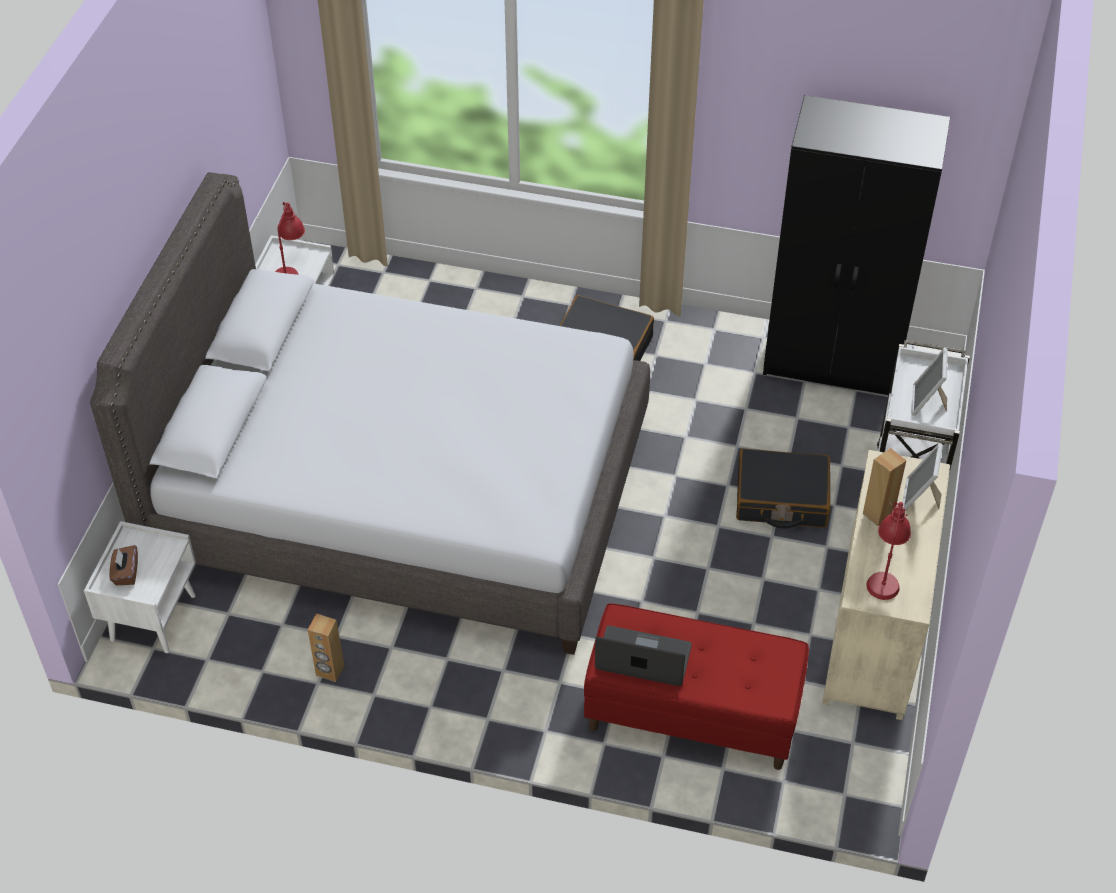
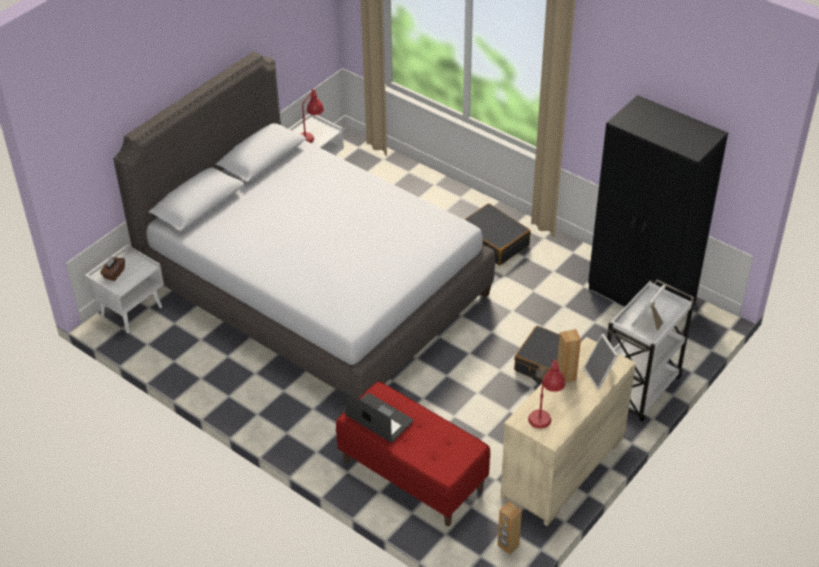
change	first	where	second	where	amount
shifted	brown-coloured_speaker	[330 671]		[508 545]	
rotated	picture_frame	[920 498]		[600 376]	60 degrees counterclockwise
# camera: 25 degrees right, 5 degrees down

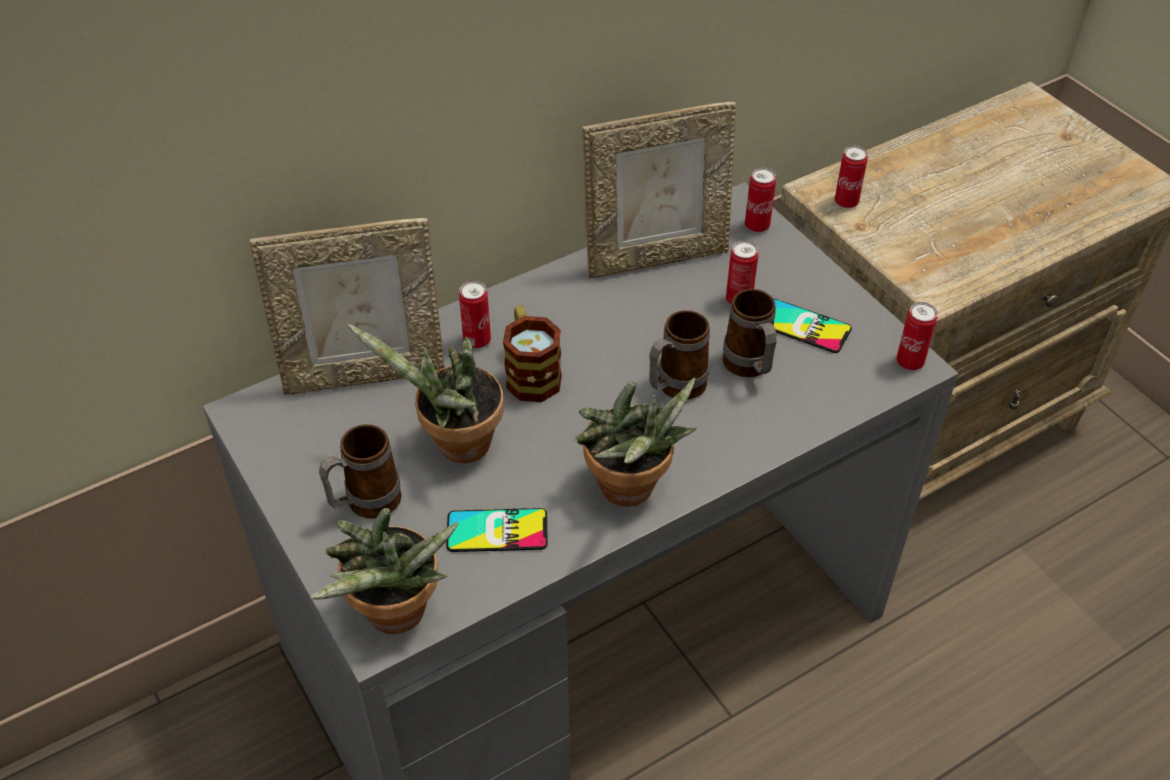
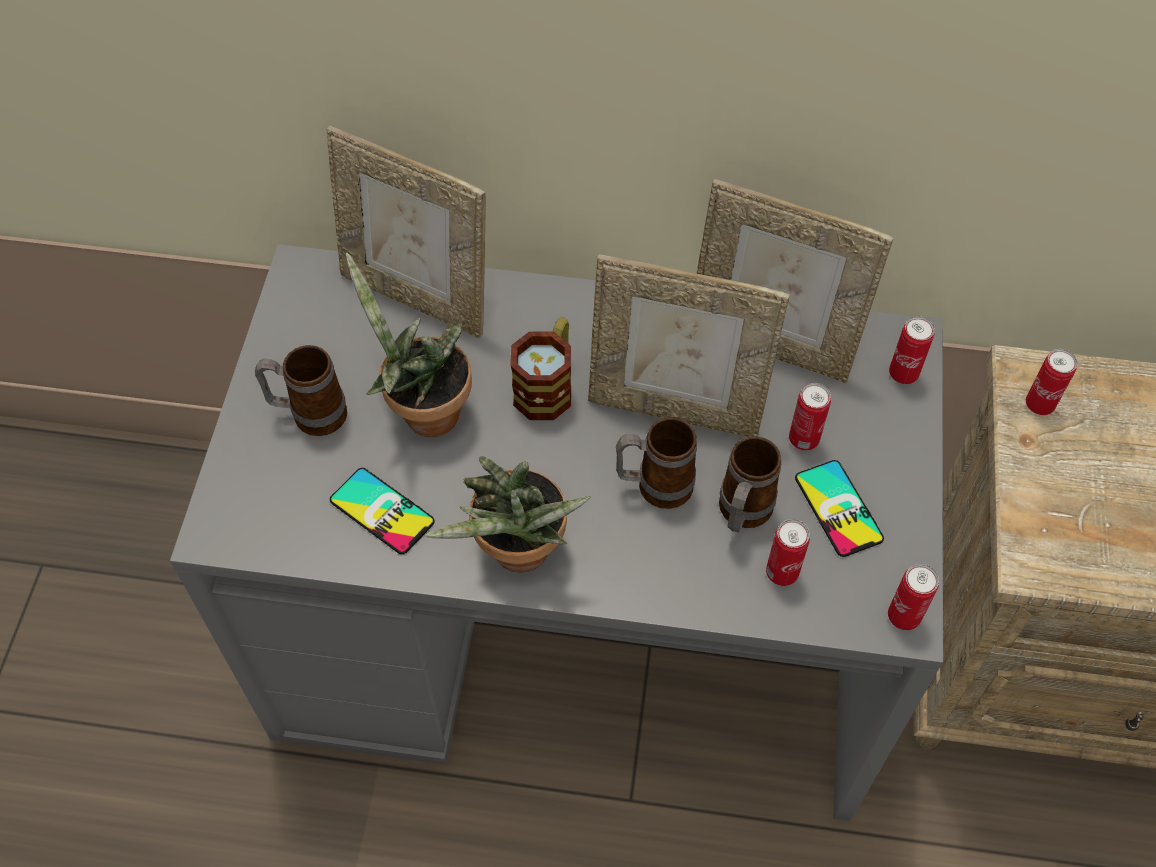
change	first	where	second	where	amount
gone	houseplant	[396 618]			
shifted	metal_can	[477 340]		[782 573]	
new			picture_frame	[675 408]	
# camera: 40 degrees right, 10 degrees up

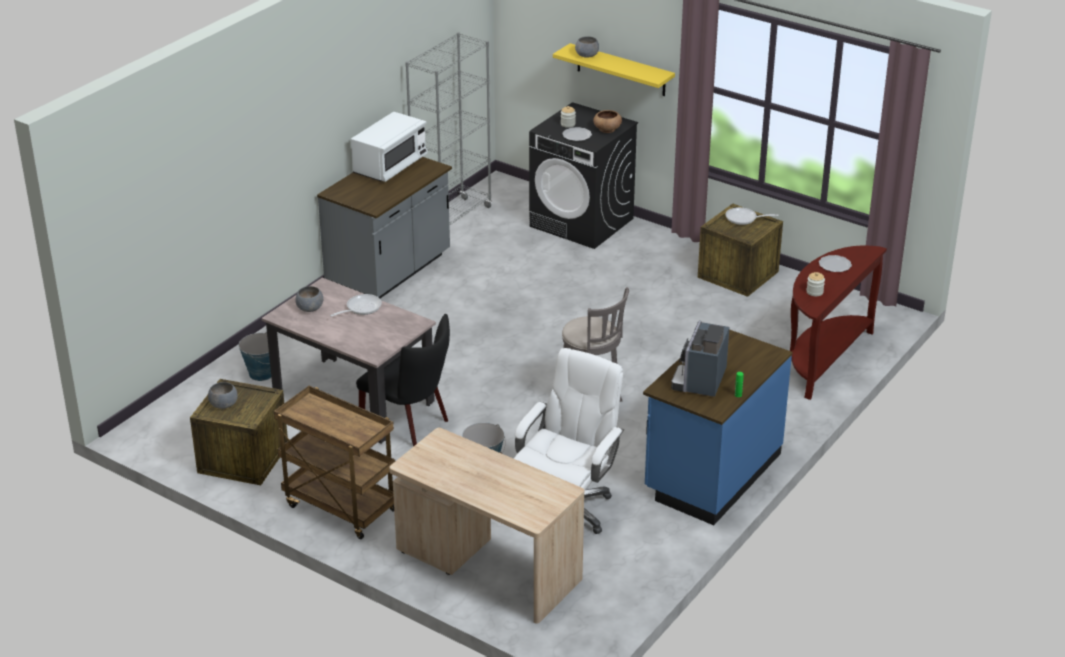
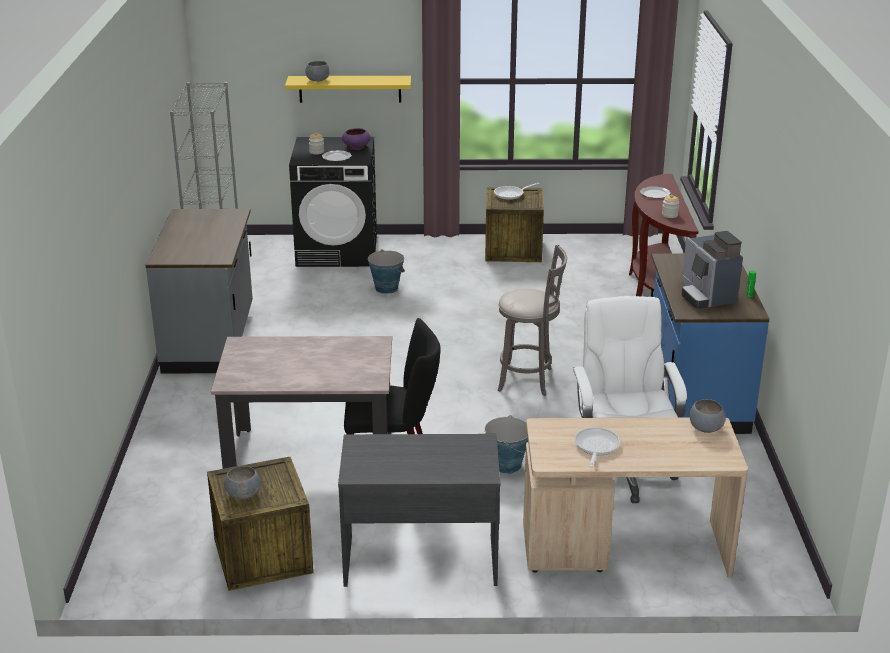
change	first	where	second	where	amount
shifted	pail	[261 373]		[386 288]	
swapped	brown-coloured_trolley	[338 507]	gray_desk_table	[420 559]	
shifted	gray_deep_dish	[309 308]		[705 428]	
shifted	skillet	[361 308]		[596 447]	
gone	white_microwave	[390 166]			
repainted	brown-coloured_deep_dish	[607 129]	purple-coloured_deep_dish	[356 147]	
# camera: 35 degrees left, 5 degrees down

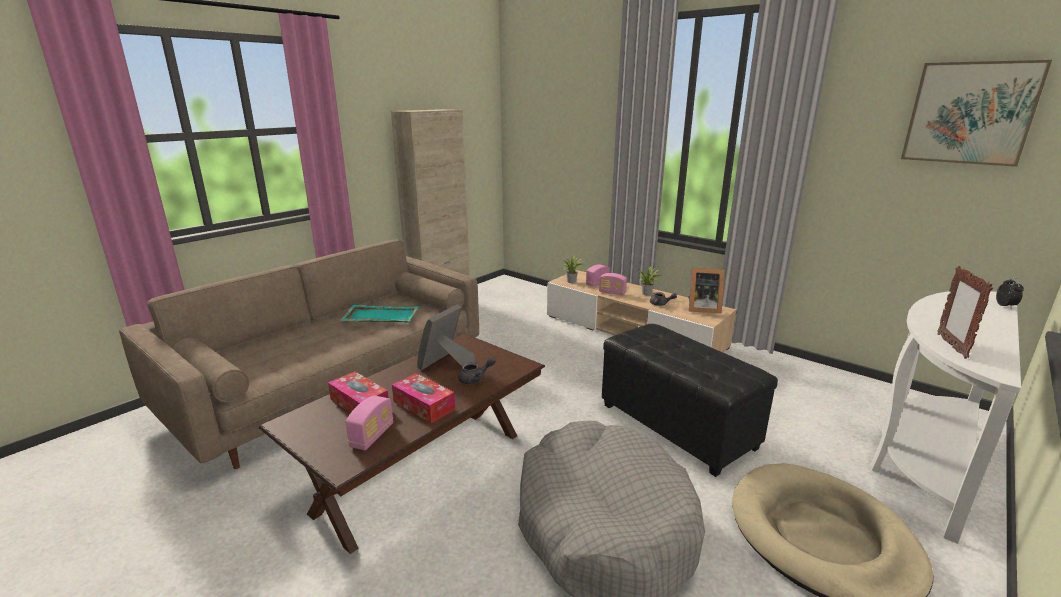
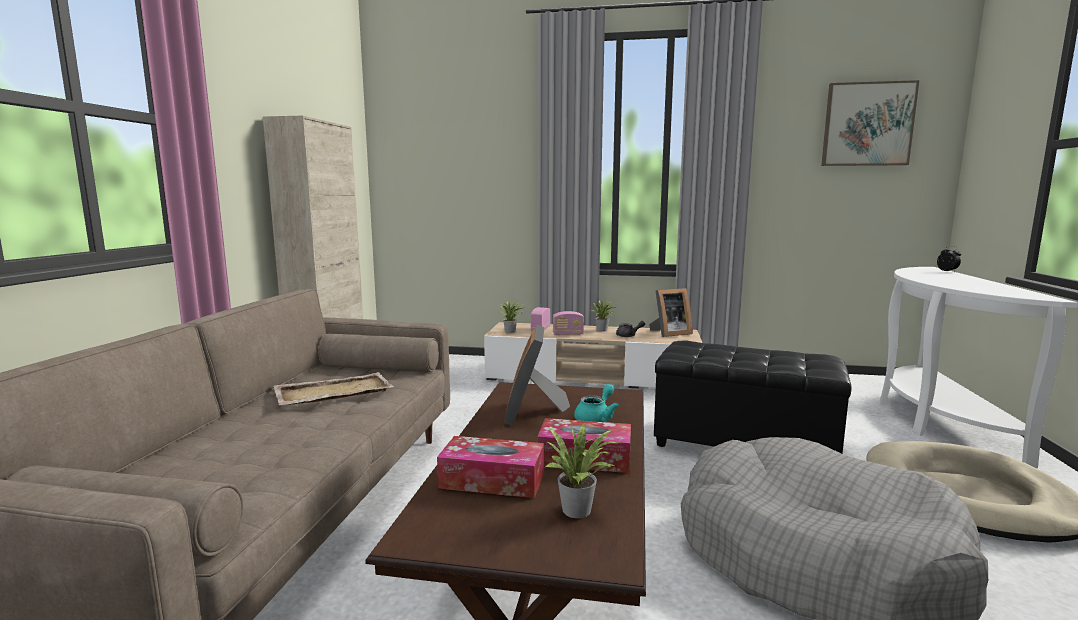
change	first	where	second	where	amount
repainted	turquoise_serving_tray	[380 316]	beige-coloured_serving_tray	[332 392]	
swapped	radio	[372 436]	houseplant	[580 510]	
repainted	gray_tea_pot	[475 379]	turquoise_tea_pot	[596 418]	
gone	picture_frame	[951 346]			
# camera: 30 degrees left, 10 degrees down

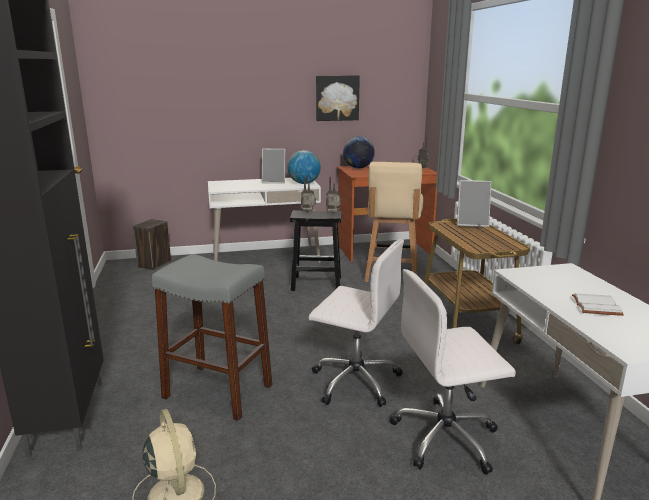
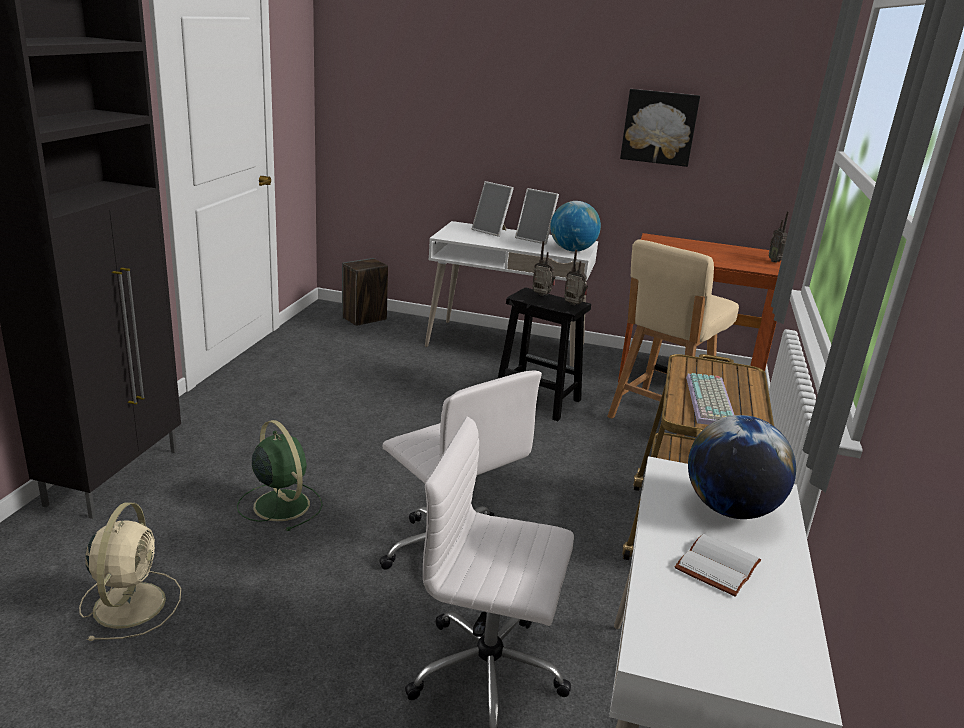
change	first	where	second	where	amount
swapped	gray_stool	[217 391]	greenish_cooling_fan	[280 504]	
shifted	world_globe	[358 168]		[730 509]	
shifted	picture_frame	[472 223]		[492 231]	
new			computer_keyboard	[712 402]	
# camera: 25 degrees right, 5 degrees up

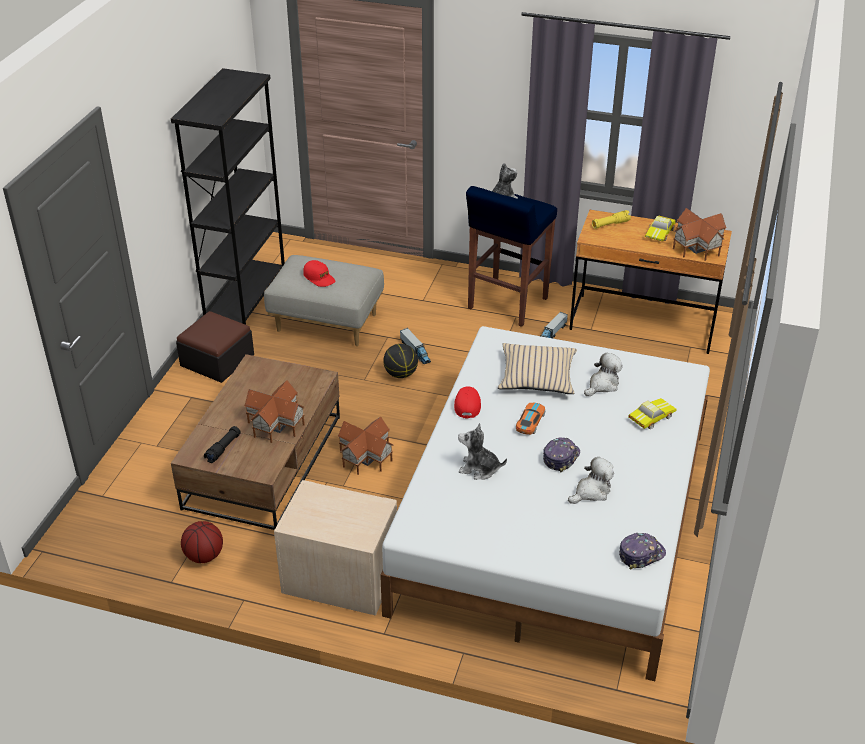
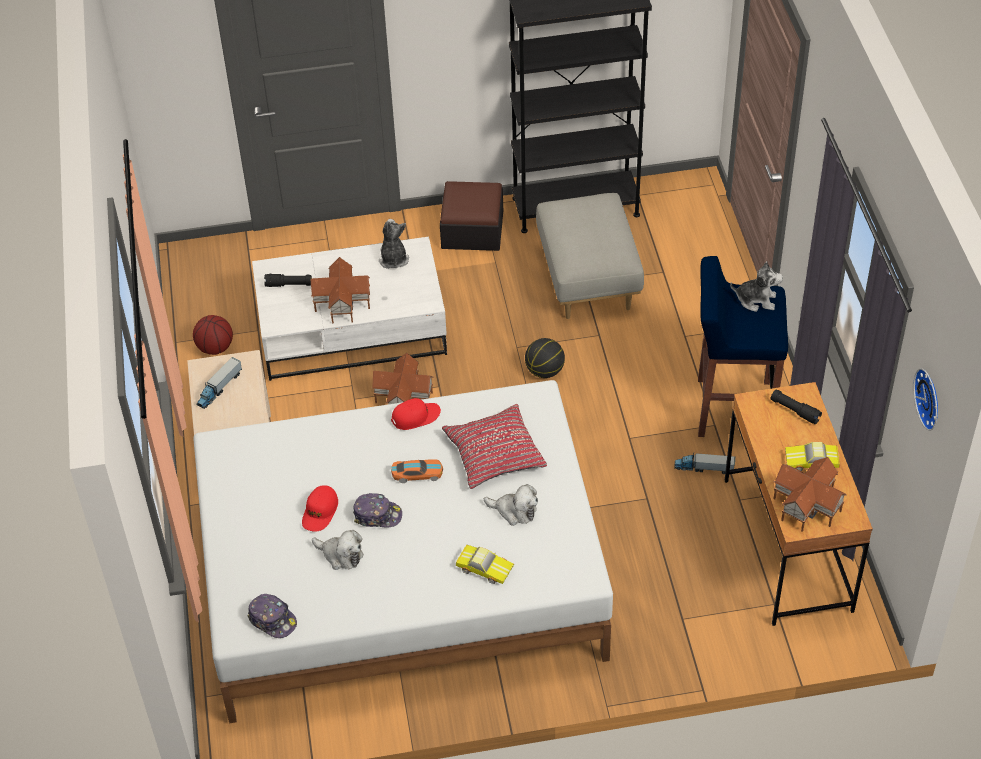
change	first	where	second	where	amount
repainted	brown-coloured_low_table	[263 463]	white_low_table	[351 330]	
shifted	reddish_baseball_cap	[319 278]		[320 512]	
shifted	toy_lorry	[415 351]		[219 388]	
shifted	cuddly_toy	[479 469]		[393 259]	
repainted	beige-coloured_pillow	[537 376]	reddish_pillow	[494 454]	
repainted	yellowish_hand_torch	[610 224]	black_hand_torch	[795 411]	
new			wall_clock	[930 398]	
# camera: 65 degrees right, 10 degrees up

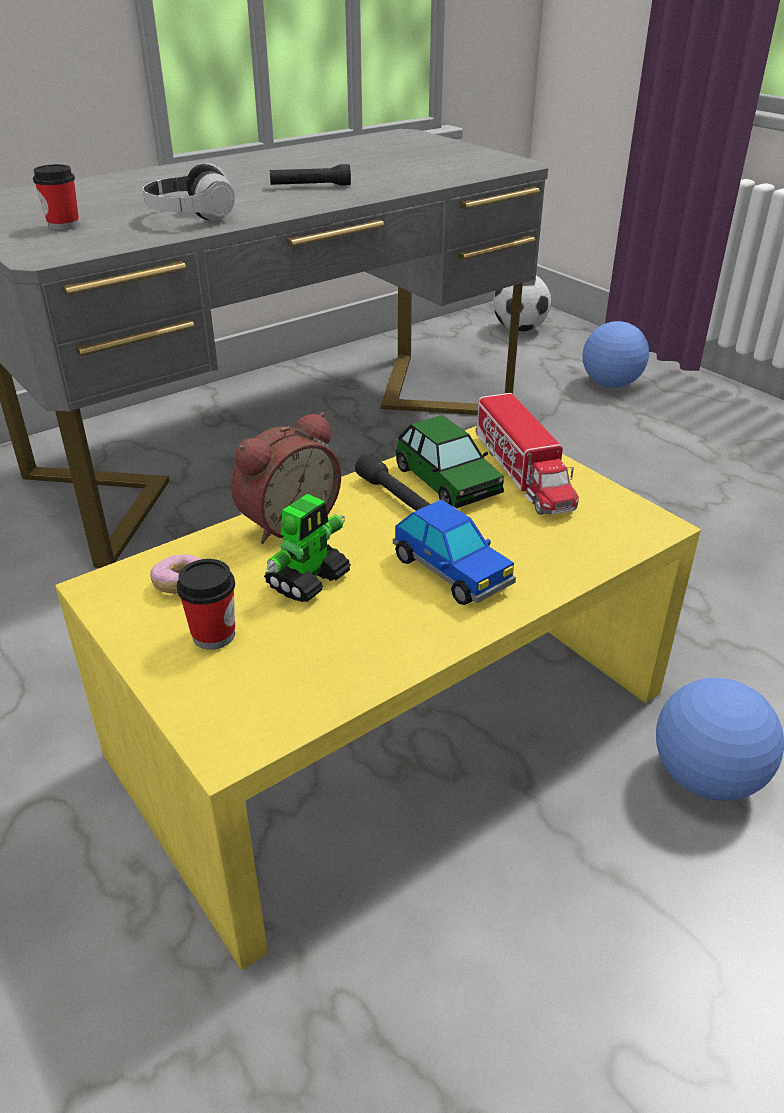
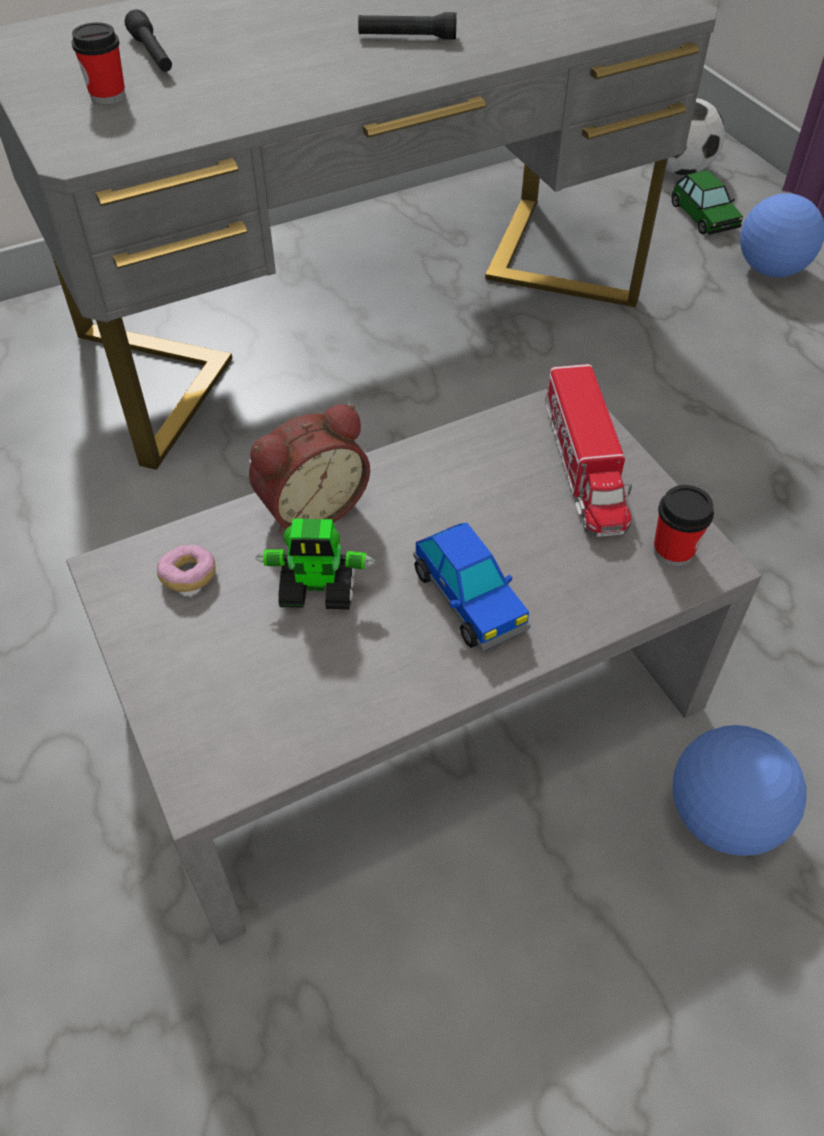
change	first	where	second	where	amount
repainted	yellowish_low_table	[390 721]	gray_low_table	[410 699]	
gone	headset	[192 216]			
shifted	cup	[213 635]		[673 551]	
rotated	model_robot	[309 580]		[318 589]	45 degrees clockwise
shifted	black_hand_torch	[396 498]		[153 55]	
shifted	model_car	[447 481]		[704 216]	
# camera: 10 degrees right, 15 degrees up

